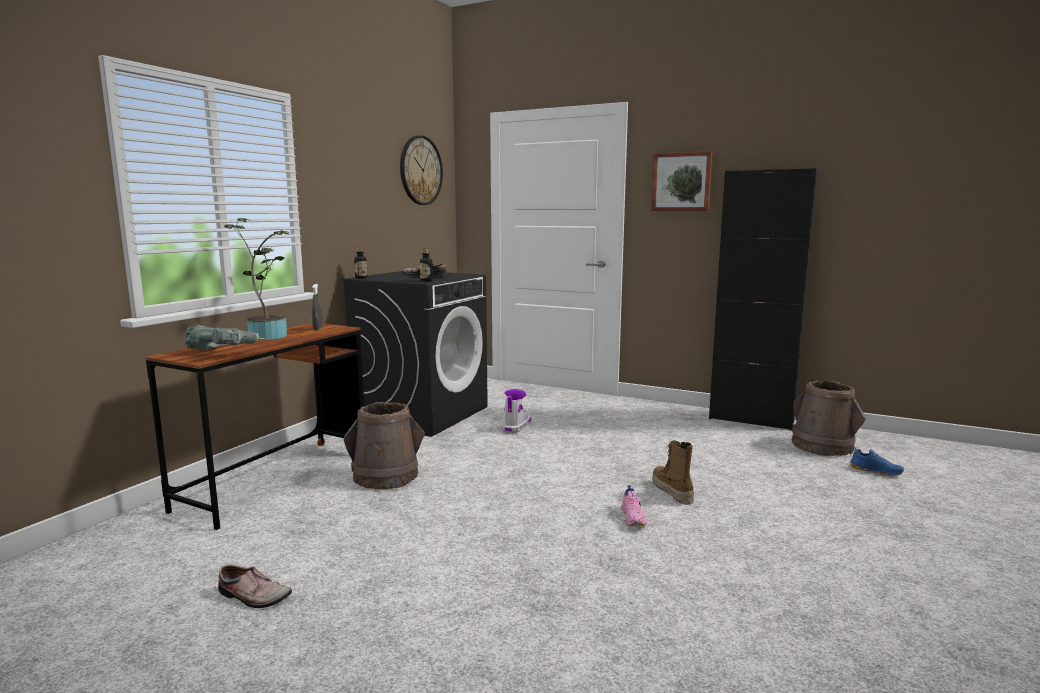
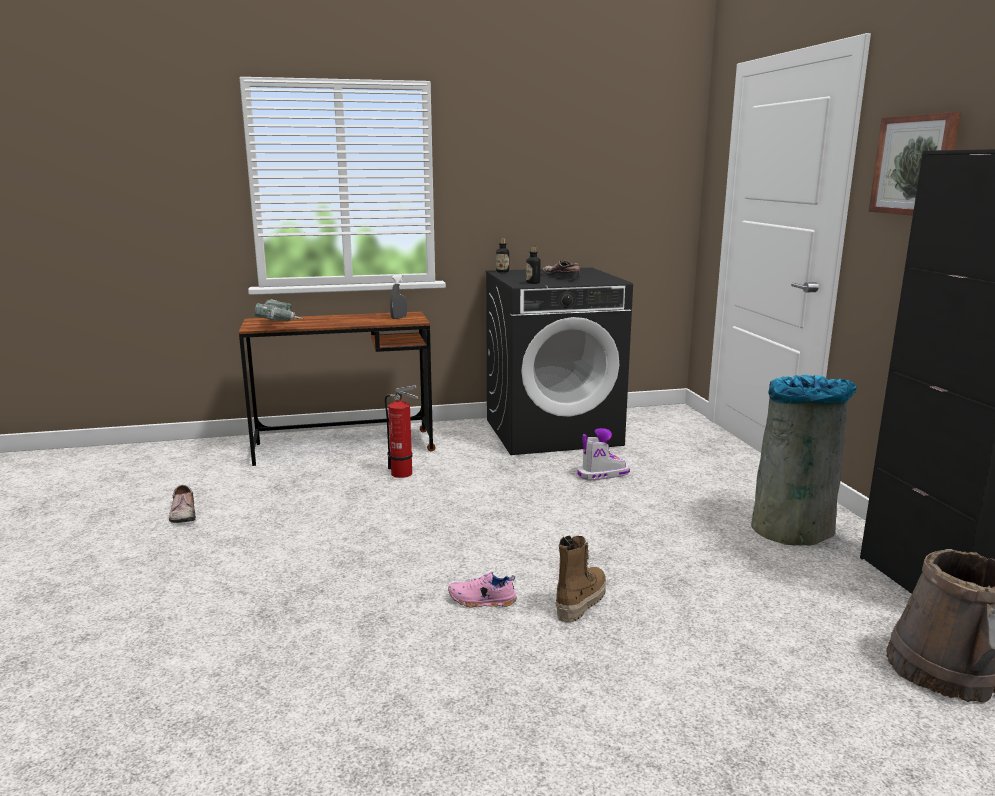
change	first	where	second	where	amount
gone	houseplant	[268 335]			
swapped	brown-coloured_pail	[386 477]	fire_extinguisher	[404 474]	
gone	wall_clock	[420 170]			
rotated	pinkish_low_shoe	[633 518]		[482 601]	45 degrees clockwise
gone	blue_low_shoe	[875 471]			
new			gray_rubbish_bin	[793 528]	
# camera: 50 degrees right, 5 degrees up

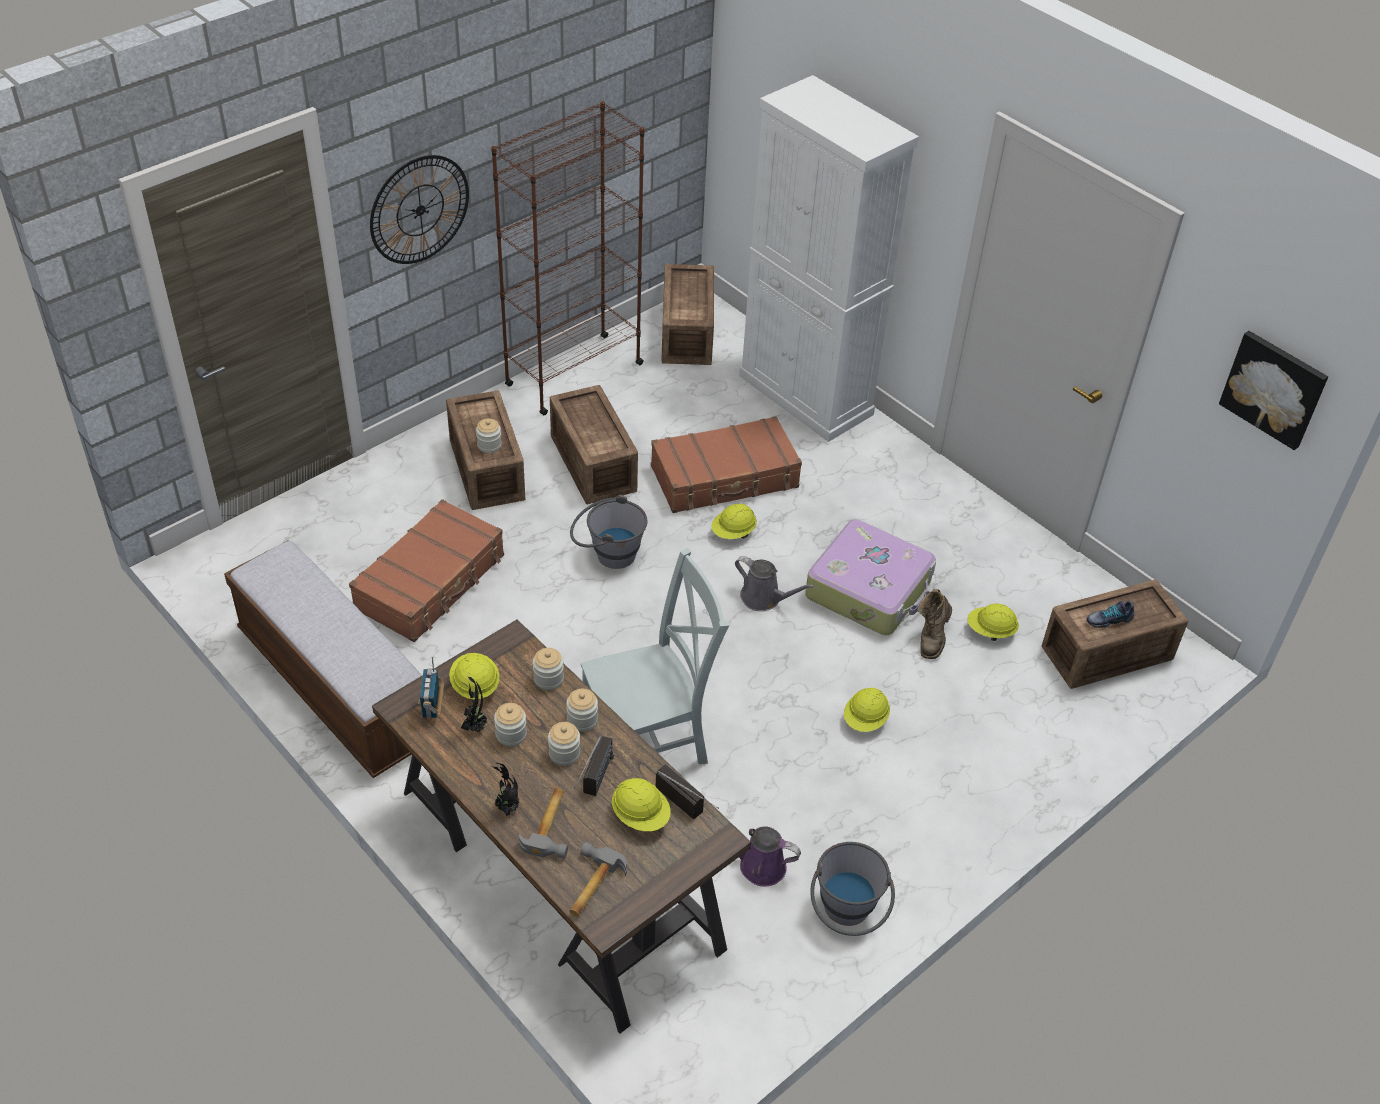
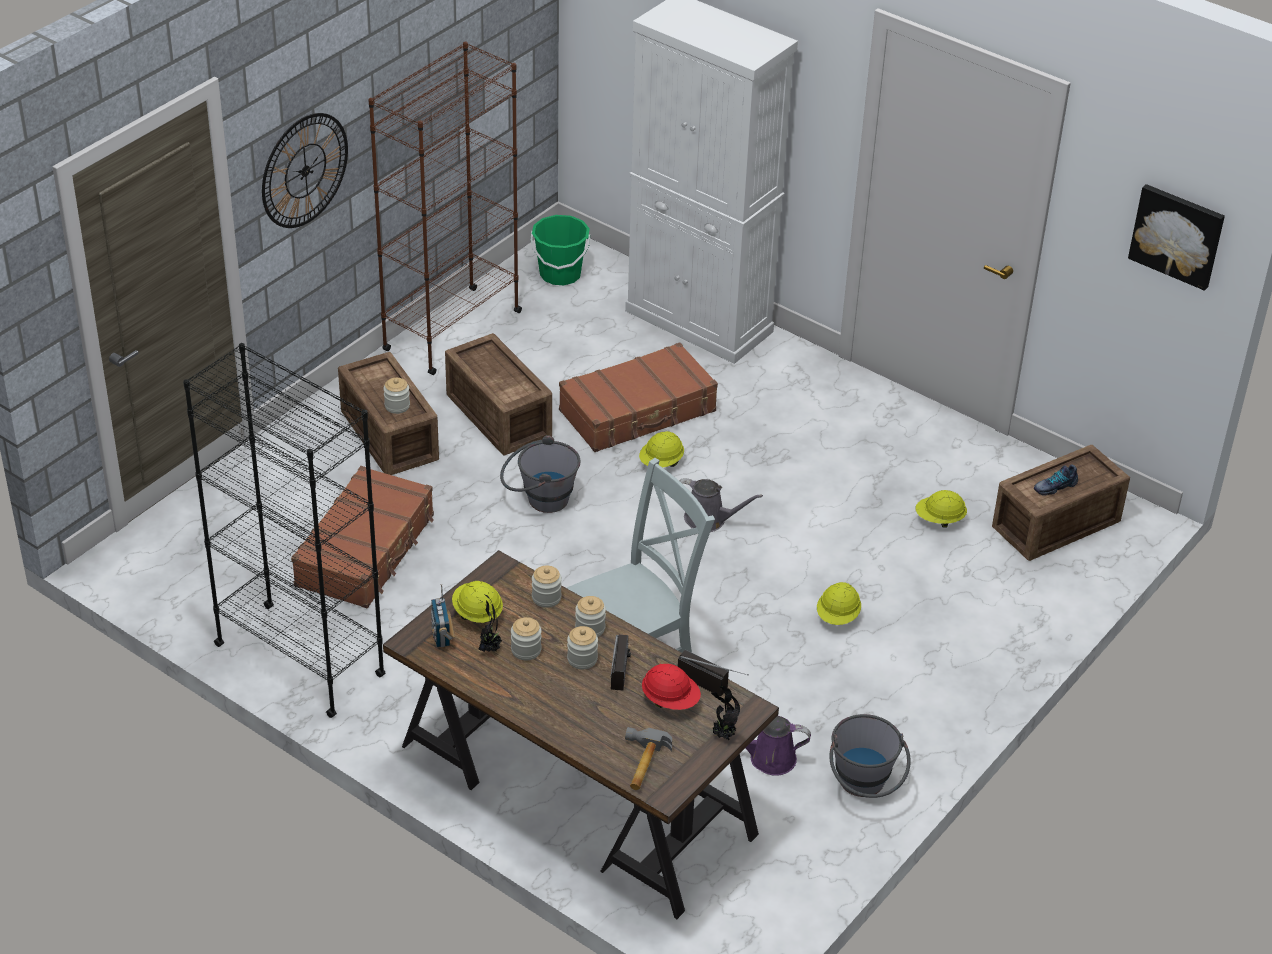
change	first	where	second	where	amount
swapped	long_seat	[335 687]	black_bookcase	[300 661]	
shifted	houseplant	[506 808]		[722 735]	
gone	hand_hammer	[551 825]			
repainted	yellowish_work_helmet	[641 816]	reddish_work_helmet	[670 700]	
swapped	shipping_crate	[688 332]	greenish_pail	[560 274]	
gone	suitcase	[870 589]			
gone	brown-coloured_high-top_boot	[932 638]			
# camera: 10 degrees left, 5 degrees down

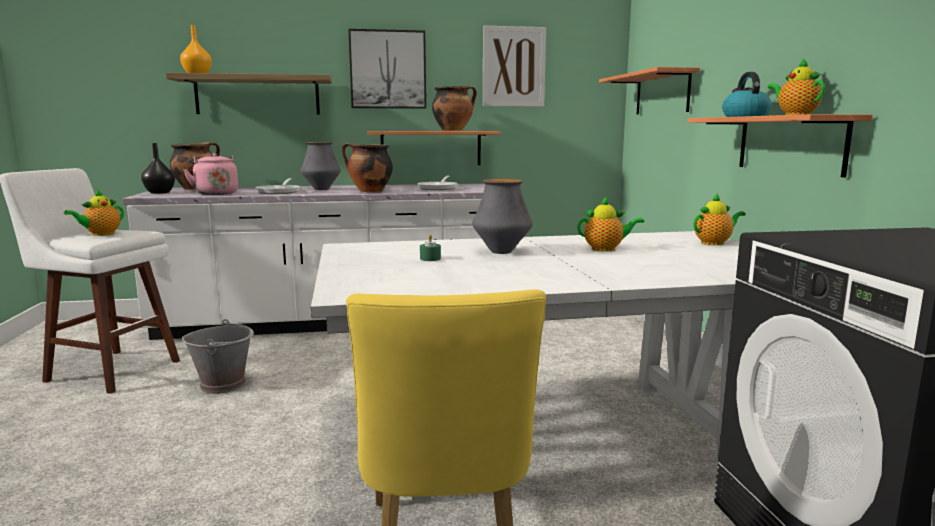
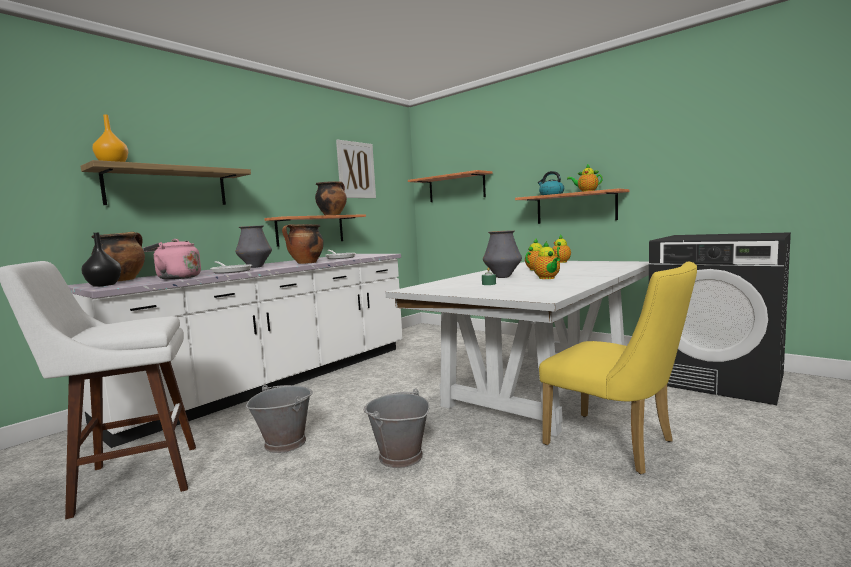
change	first	where	second	where	amount
shifted	tea_pot	[100 234]		[547 278]	
gone	wall_art	[388 69]			
new			gray_pail	[400 456]	
# camera: 40 degrees left, 5 degrees down

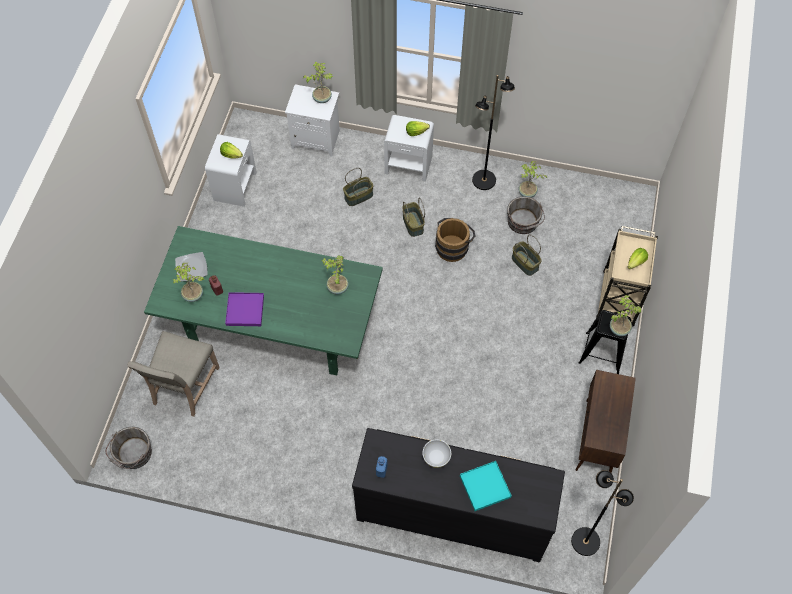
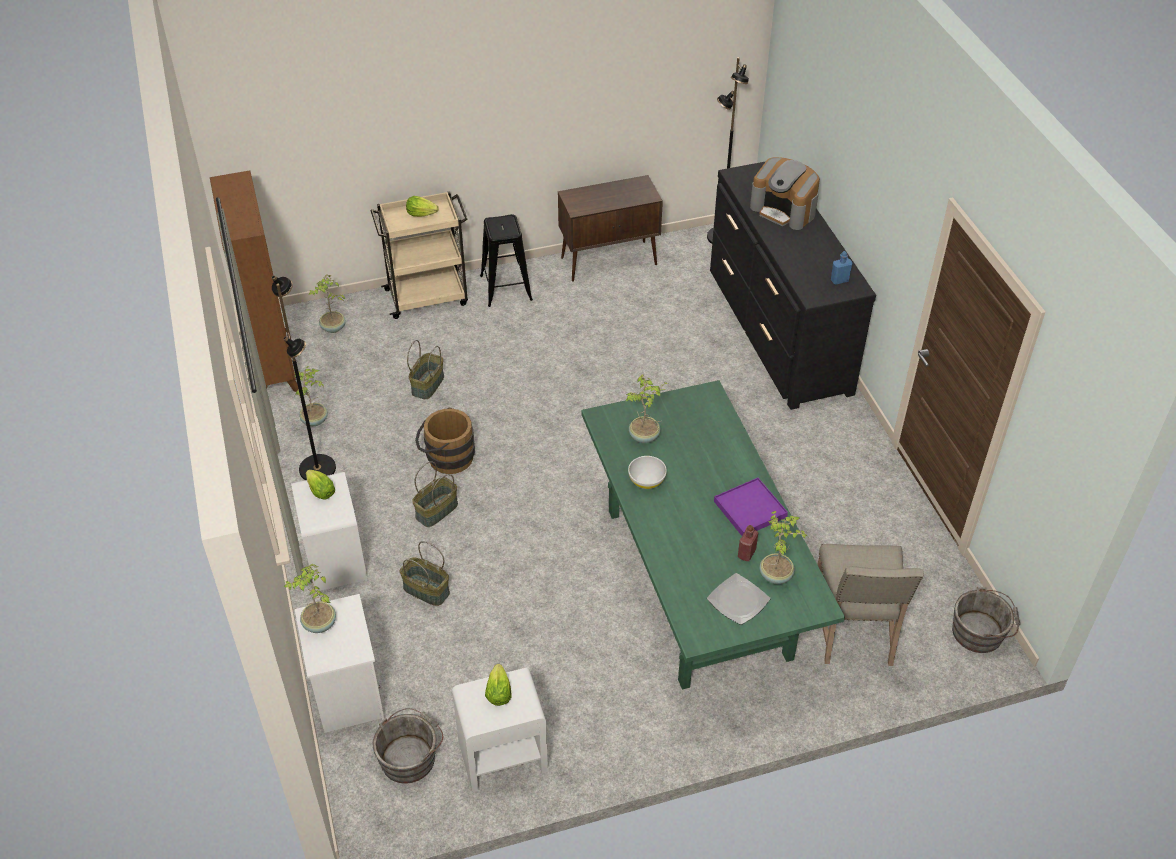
change	first	where	second	where	amount
rotated	beige-coloured_plain_chair	[184 387]		[854 631]	105 degrees clockwise
shifted	white_deep_dish	[436 457]		[646 480]	
swapped	turquoise_serving_tray	[485 487]	coffee_machine	[784 210]	
shifted	gray_pail	[523 223]		[410 756]	
shifted	houseplant	[618 328]		[333 328]	
new			brown-coloured_bookcase	[273 363]	
# camera: 120 degrees left, 15 degrees down

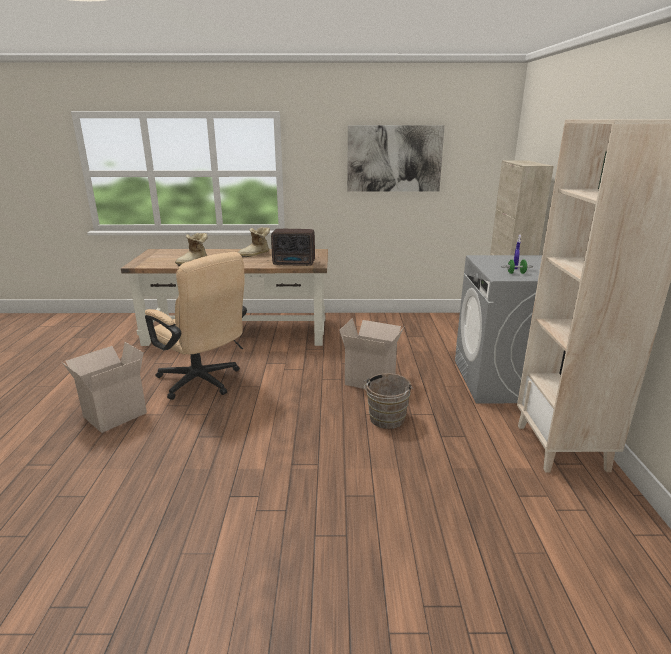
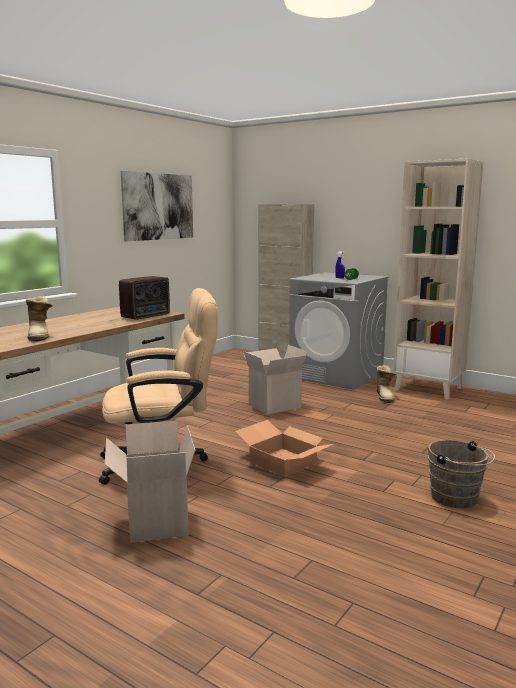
change	first	where	second	where	amount
shifted	high-top_boot	[255 254]		[385 397]	
shifted	brown-coloured_pail	[386 420]		[457 499]	
new			carton	[281 462]	
# camera: 55 degrees left, 10 degrees down

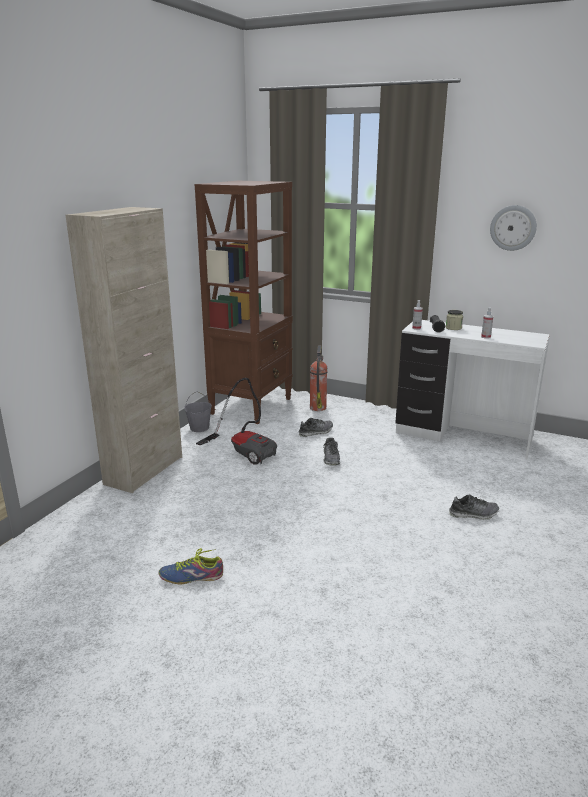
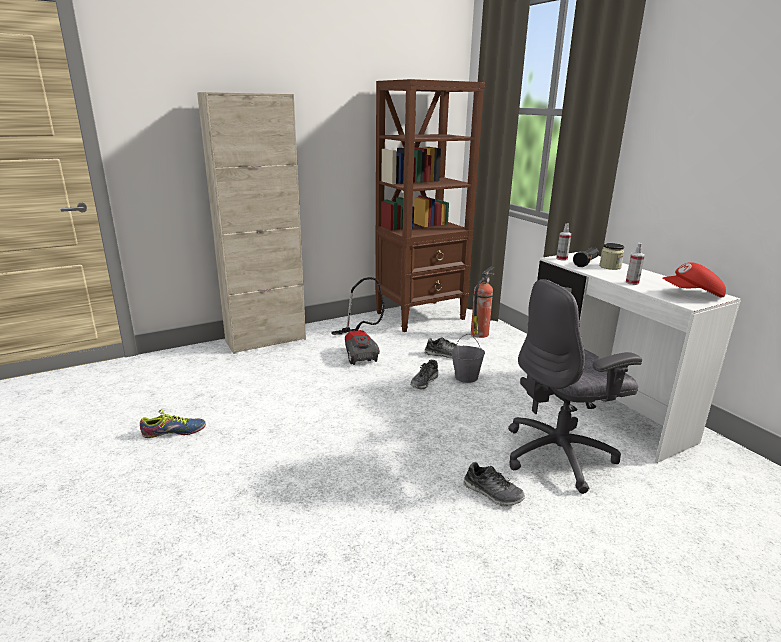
change	first	where	second	where	amount
rotated	low_shoe	[192 576]		[174 431]	135 degrees clockwise
shifted	gray_pail	[199 428]		[466 377]	
gone	wall_clock	[513 228]			
new			gray_computer_chair	[559 455]	
new			reddish_baseball_cap	[692 295]	
# camera: 35 degrees right, 0 degrees up

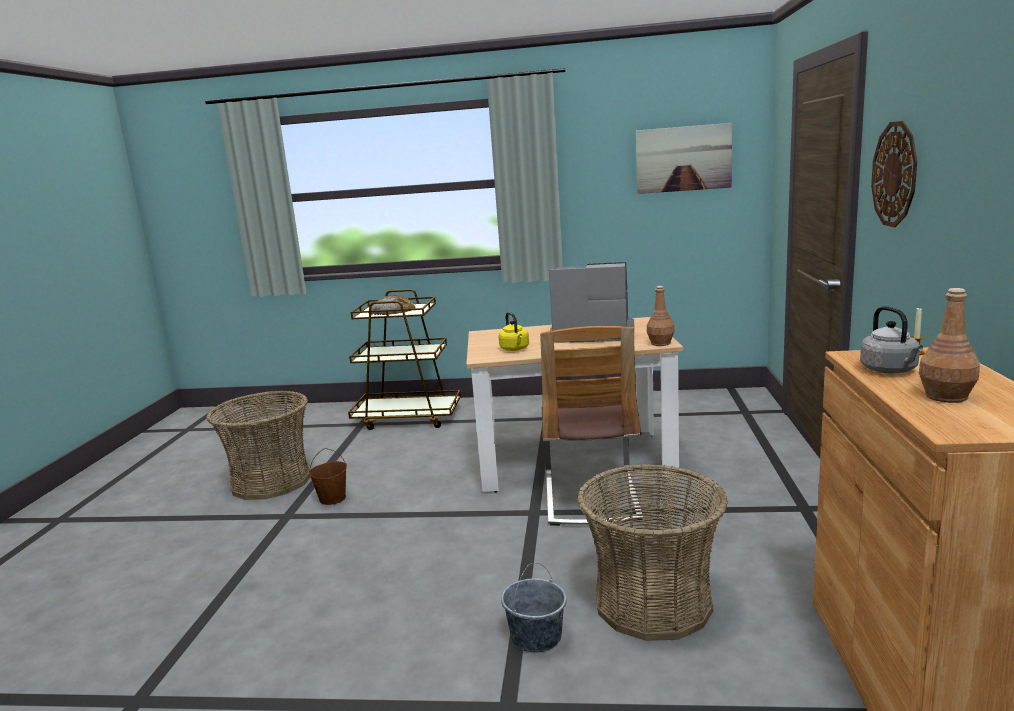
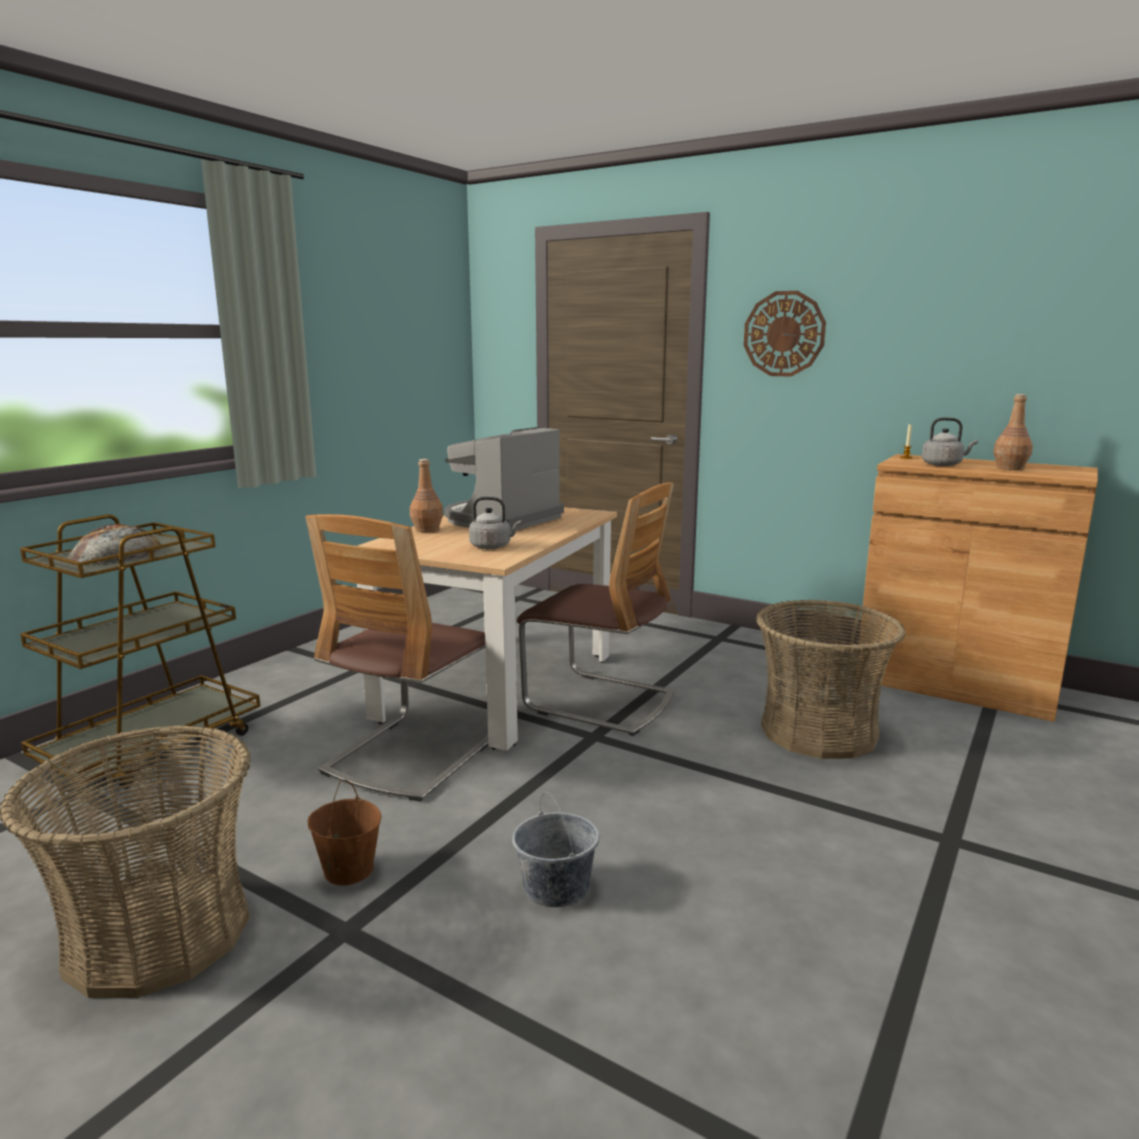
change	first	where	second	where	amount
repainted	yellowish_water_kettle	[515 349]	gray_water_kettle	[492 547]	
shifted	gray_pail	[536 636]		[556 887]	
gone	wall_art	[683 158]			
shifted	brown-coloured_beverage_bottle	[660 343]		[427 529]	
new			plain_chair	[412 754]	
# camera: 65 degrees left, 0 degrees up

